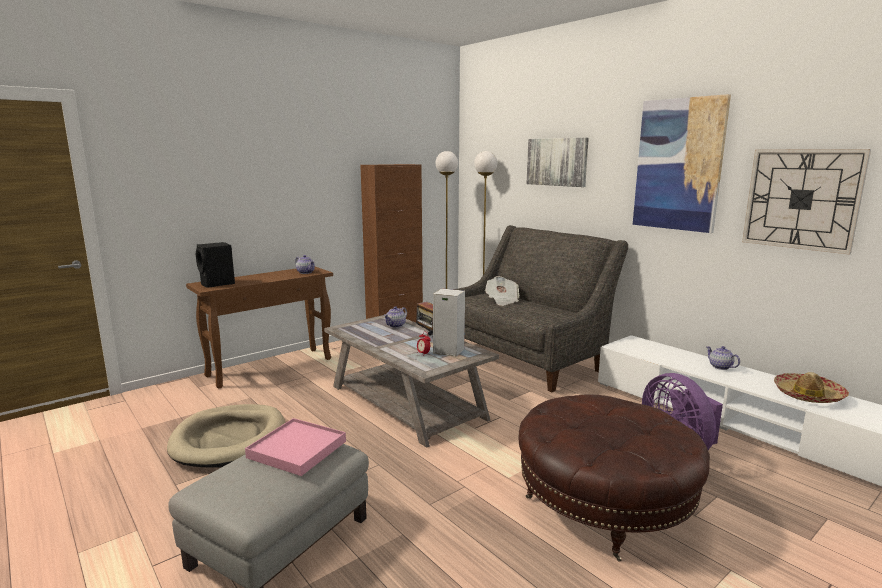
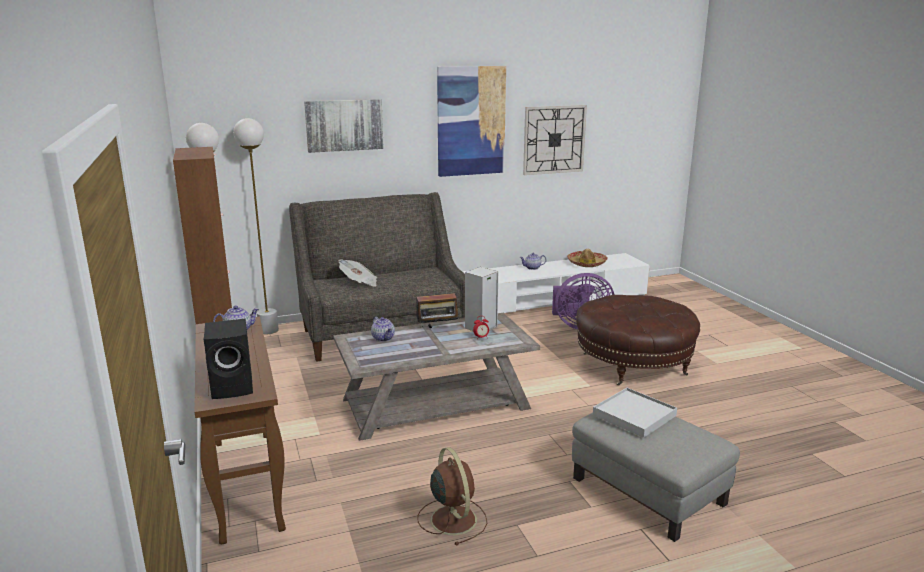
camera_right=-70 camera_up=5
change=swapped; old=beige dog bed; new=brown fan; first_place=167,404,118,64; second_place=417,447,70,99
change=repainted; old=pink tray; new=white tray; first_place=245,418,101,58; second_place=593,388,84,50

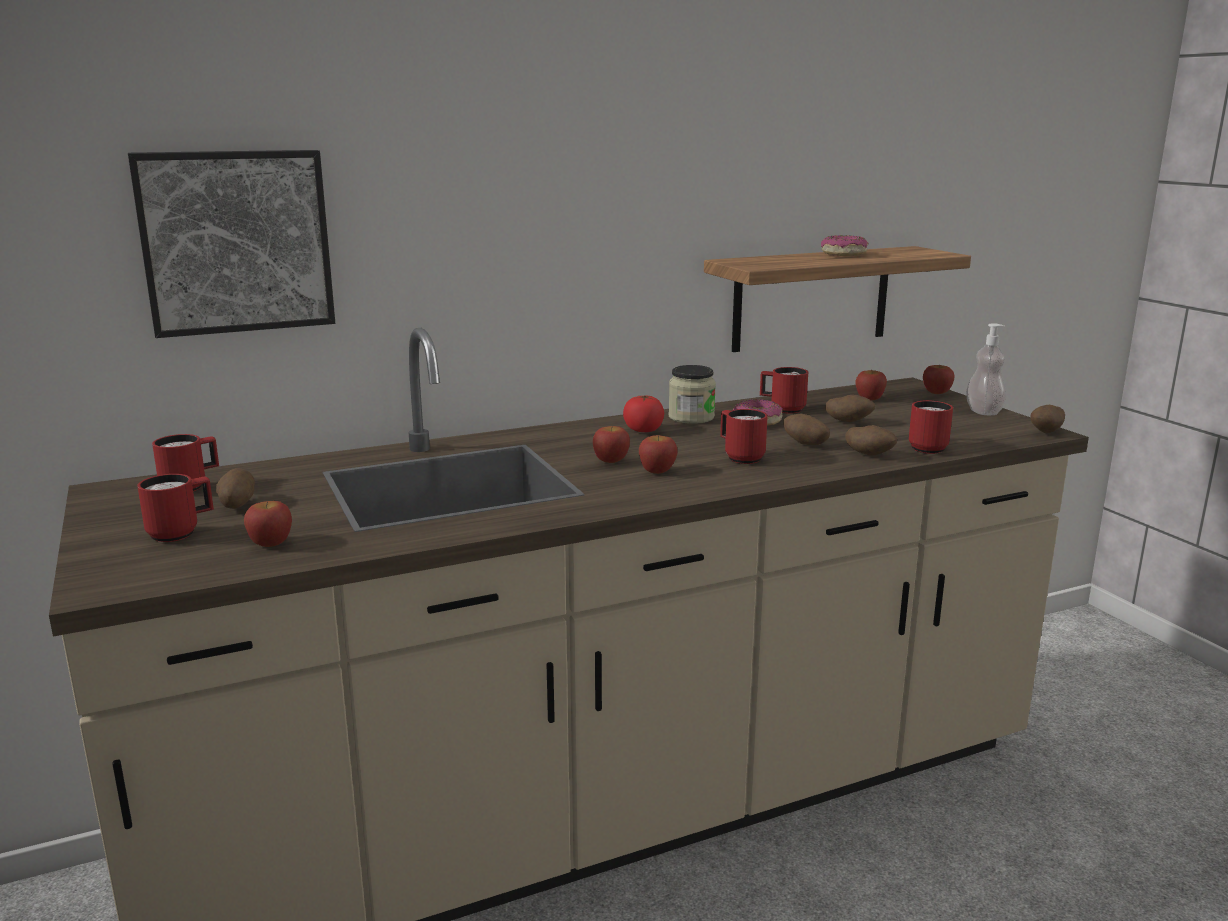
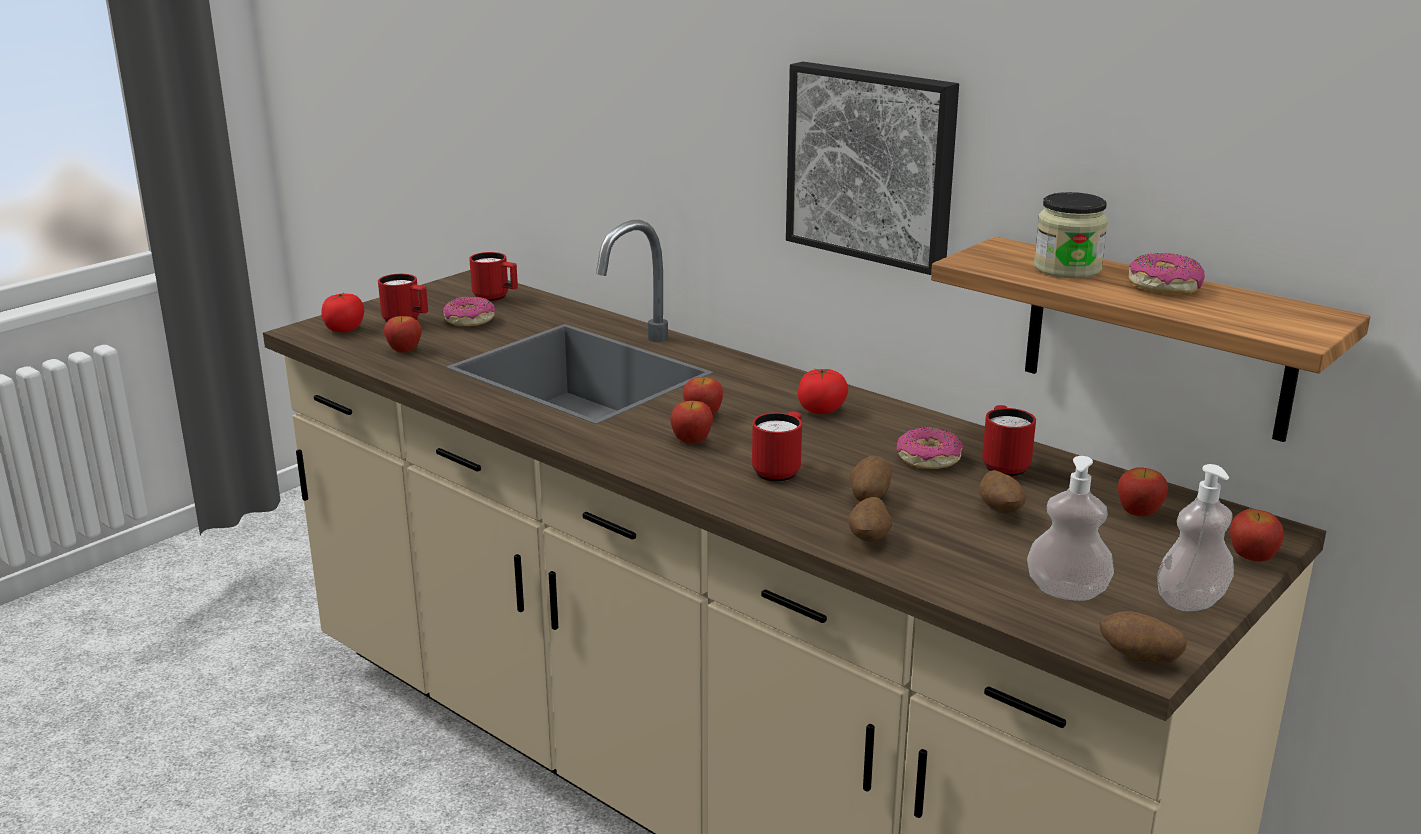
camera_right=65 camera_up=5
change=new; new=tomato; second_place=321,293,43,39
change=swapped; old=potato; new=donut; first_place=216,468,39,41; second_place=443,297,52,29
change=shifted; old=picture; first_place=128,150,207,188; second_place=786,62,173,213
change=new; new=soap dispenser; second_place=1027,456,87,145
change=shifted; old=jar; first_place=668,365,48,59; second_place=1034,192,74,86
change=gone; old=red mug; first_place=909,400,44,54

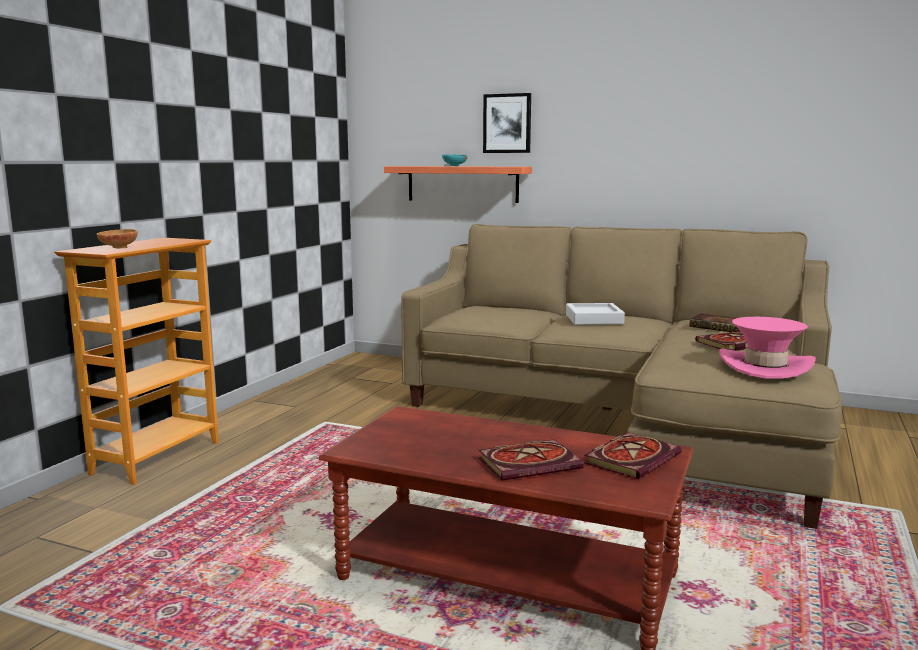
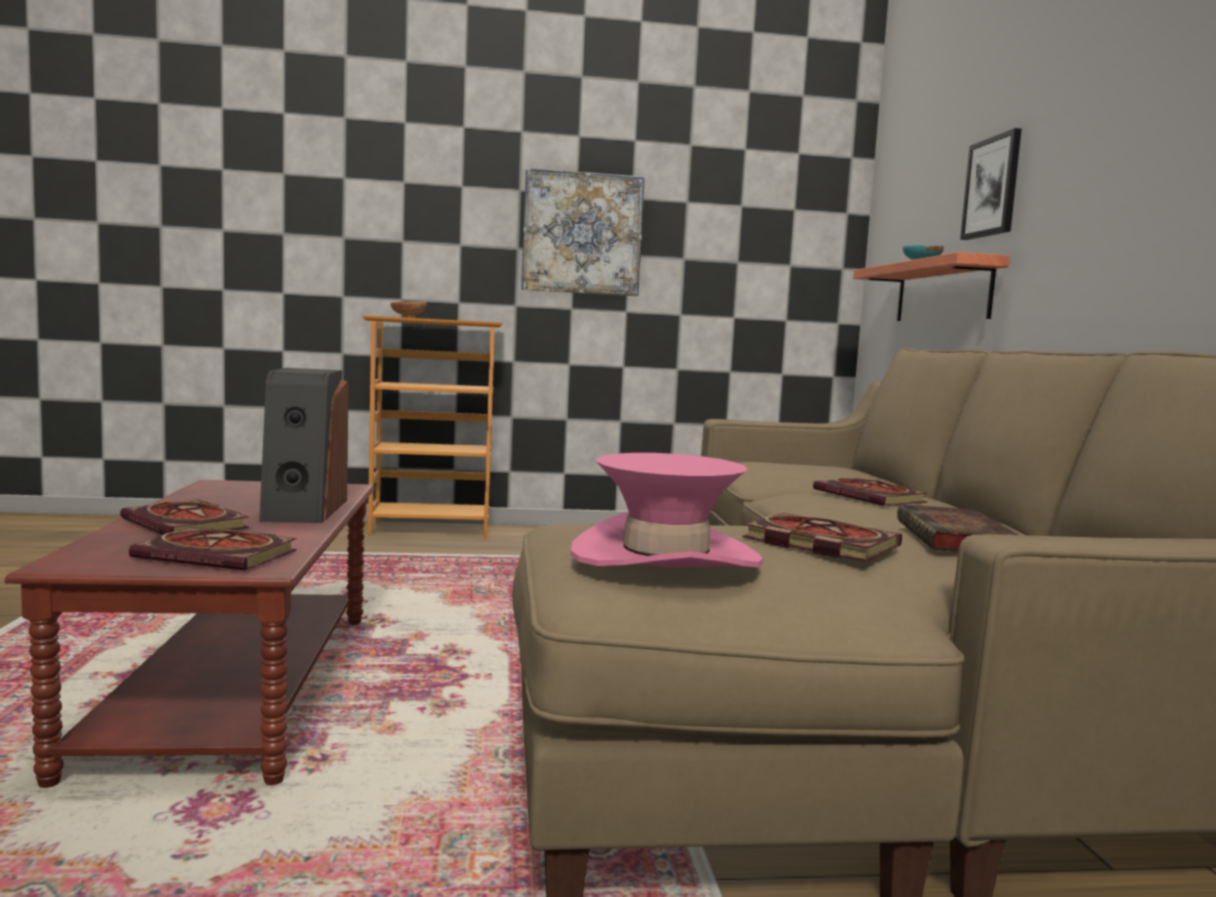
camera_right=60 camera_up=-5
change=new; new=speaker; second_place=259,368,90,155
change=new; new=picture; second_place=521,168,124,128
change=swapped; old=grey tray; new=book; first_place=566,303,59,22; second_place=813,478,115,28

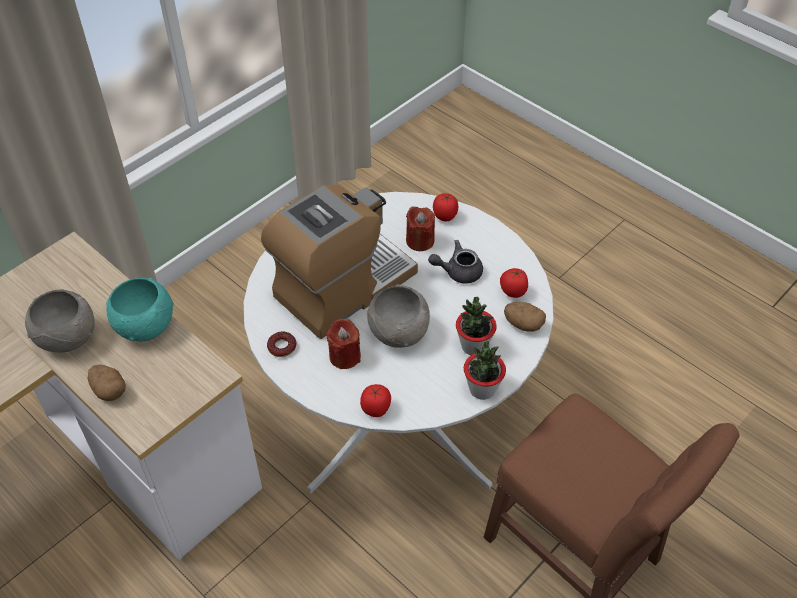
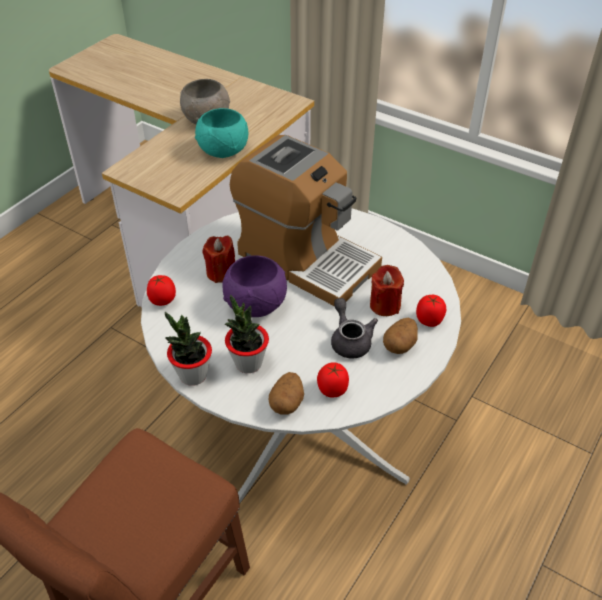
camera_right=80 camera_up=-5
change=repainted; old=grey bowl; new=purple bowl; first_place=367,284,63,64; second_place=222,255,65,62
change=shifted; old=potato; first_place=88,365,38,36; second_place=383,318,35,36
change=gone; old=donut; first_place=267,332,30,25

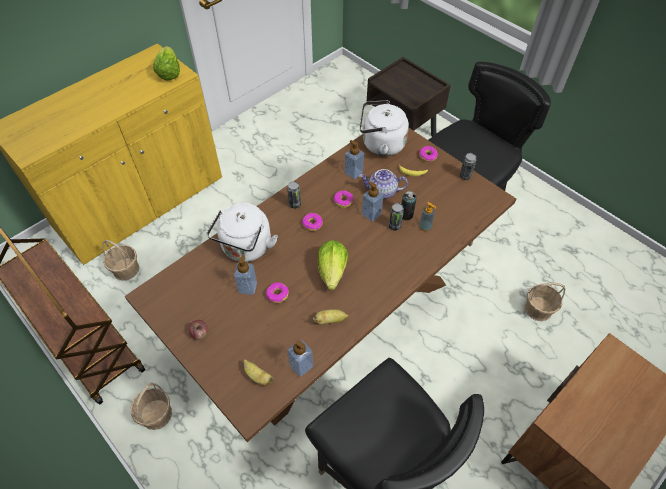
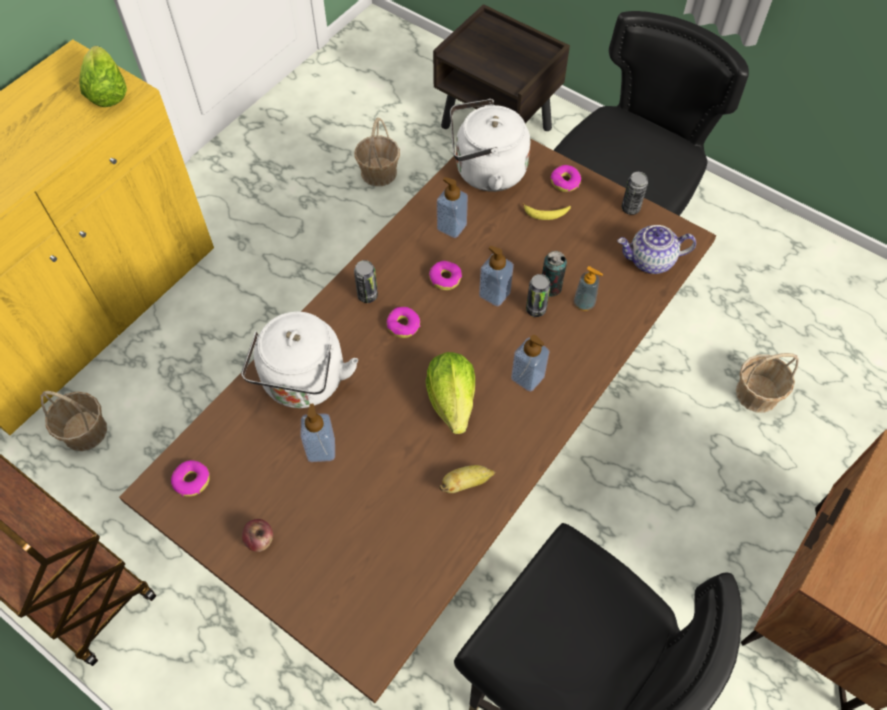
camera_right=-10 camera_up=5
change=shifted; old=donut; first_place=266,282,23,21; second_place=171,460,39,36
change=shifted; old=basket; first_place=131,382,41,48; second_place=354,117,46,69
change=shifted; old=soap dispenser; first_place=287,340,26,36; second_place=511,335,39,57
change=shifted; old=teapot; first_place=359,169,49,30; second_place=617,225,79,49
change=gone; old=banana; first_place=244,359,30,27

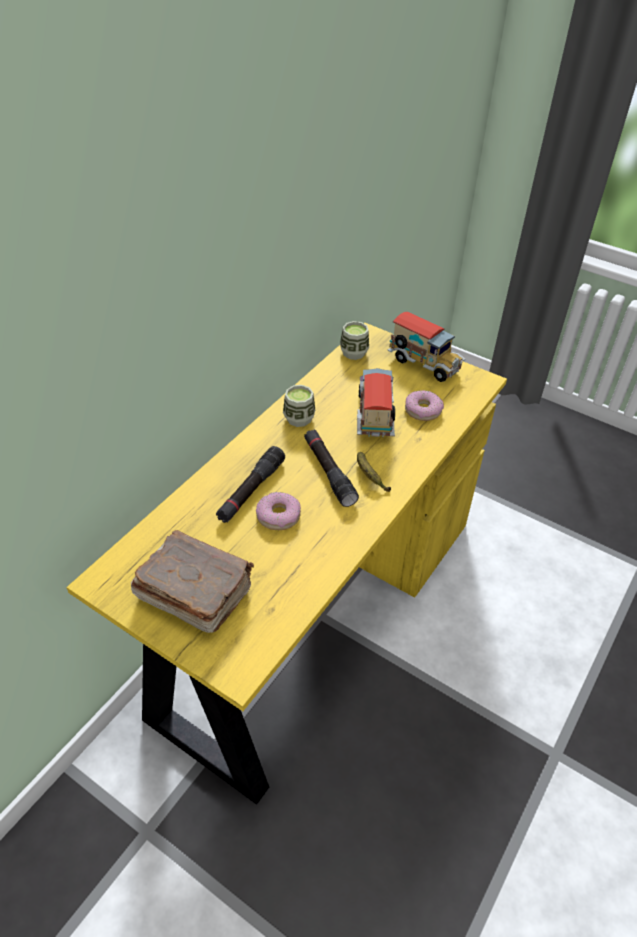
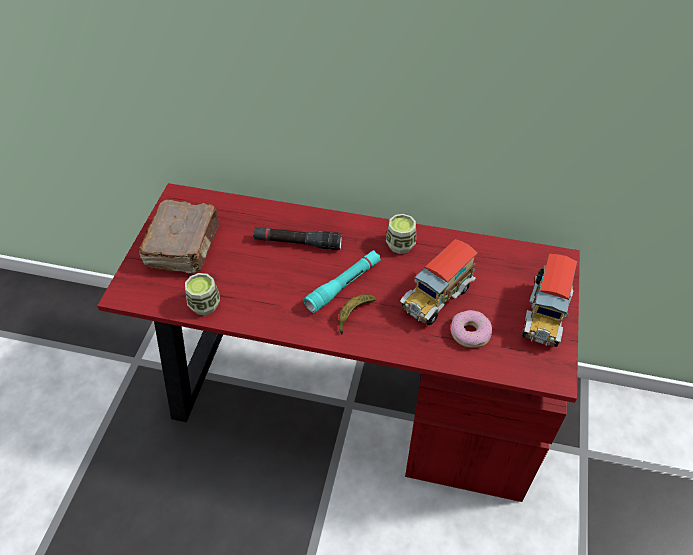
camera_right=70 camera_up=5
change=repainted; old=yellow desk; new=red desk; first_place=66,323,441,482; second_place=97,183,483,319
change=shifted; old=cup; first_place=340,321,29,39; second_place=185,273,35,42
change=repainted; old=black flashlight; new=turquoise flashlight; first_place=304,430,55,77; second_place=304,250,77,63
change=rotated; old=toy truck; first_place=357,368,38,69; second_place=400,239,78,86; degrees=150
change=gone; old=donut; first_place=256,492,45,38

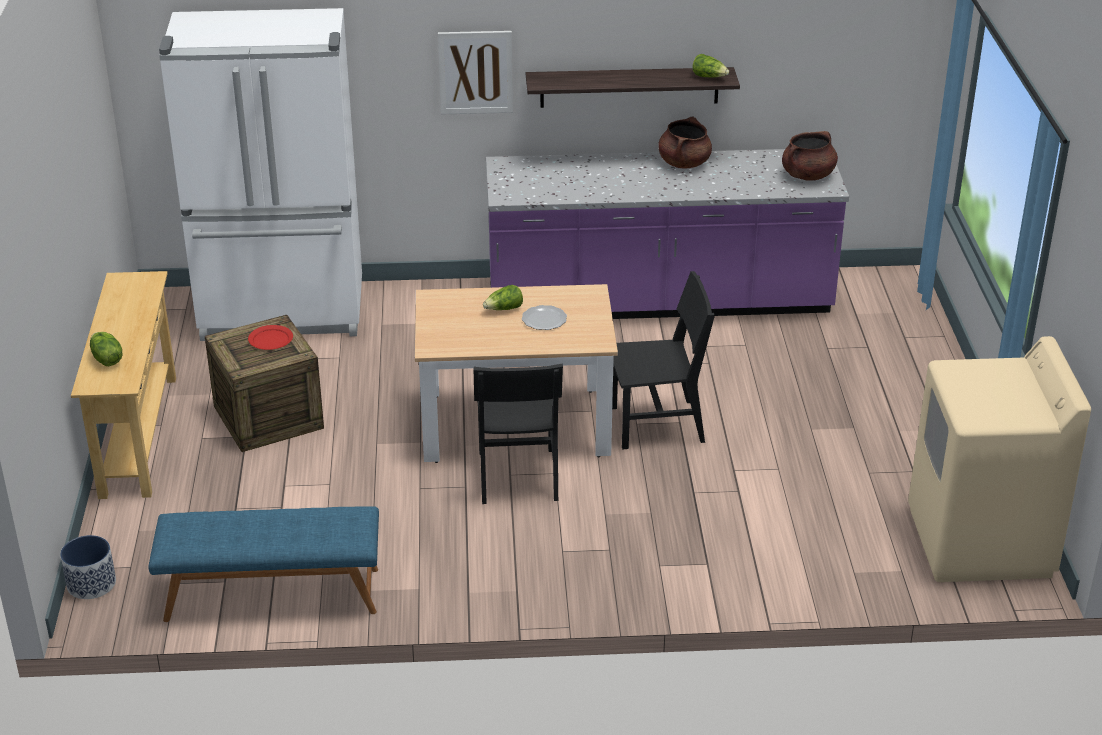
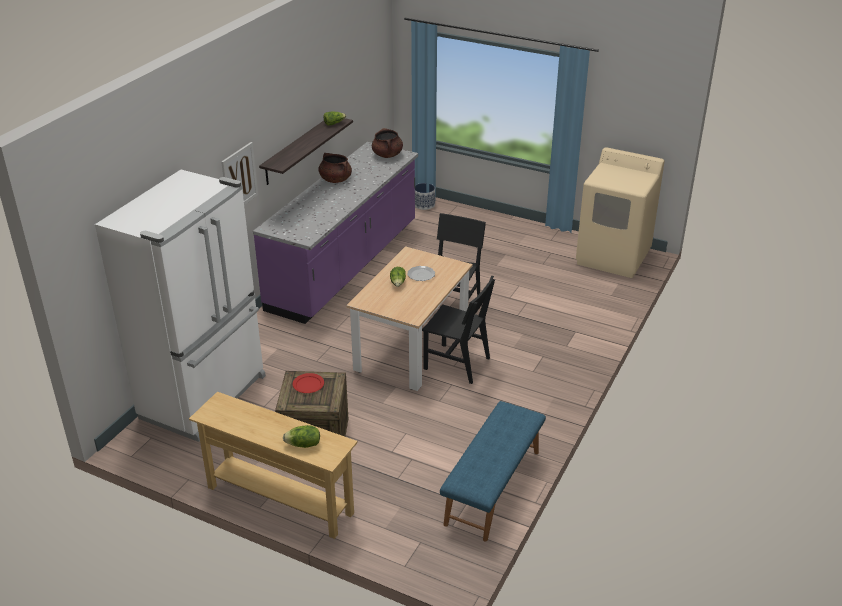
camera_right=-60 camera_up=0
change=shifted; old=planter; first_place=60,535,56,64; second_place=415,183,20,27

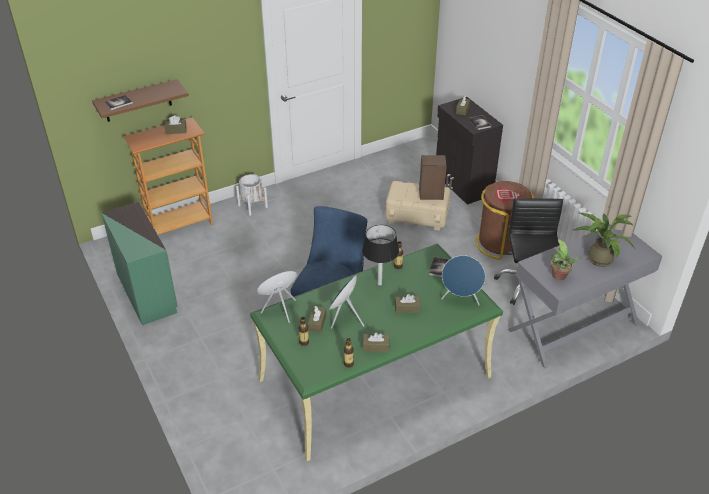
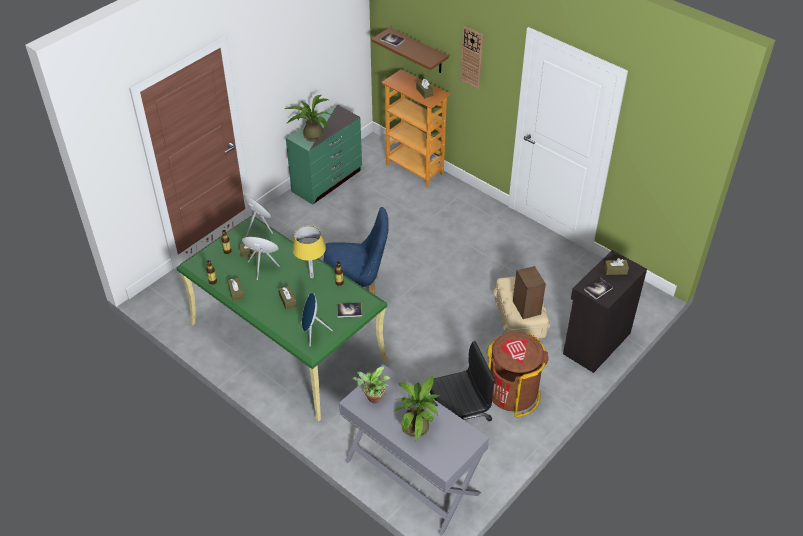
camera_right=70 camera_up=5
change=new; new=potted plant; second_place=285,95,50,47
change=repainted; old=black table lamp; new=yellow table lamp; first_place=362,225,37,61; second_place=293,226,33,52
change=new; new=wall clock; second_place=460,26,23,63
change=gone; old=white planter; first_place=236,174,32,42

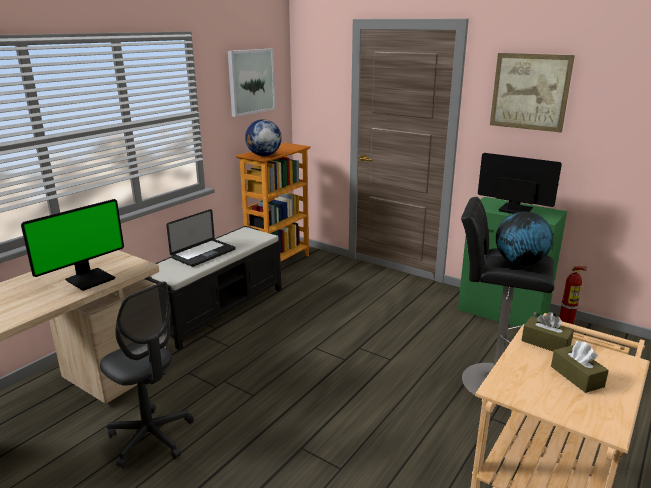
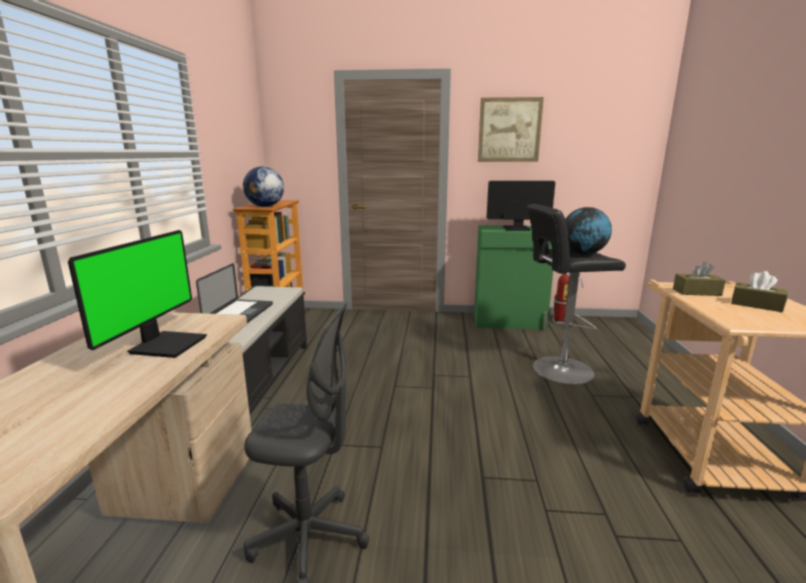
camera_right=-30 camera_up=-5
change=gone; old=picture; first_place=228,49,47,68

